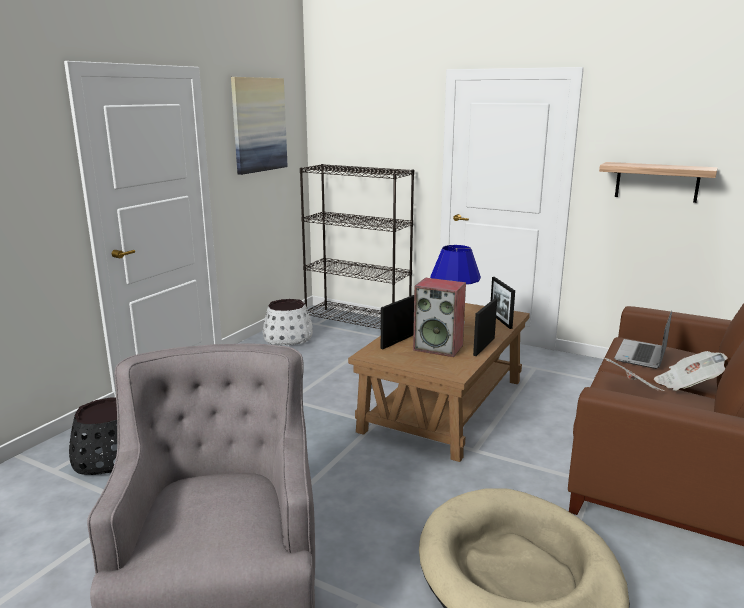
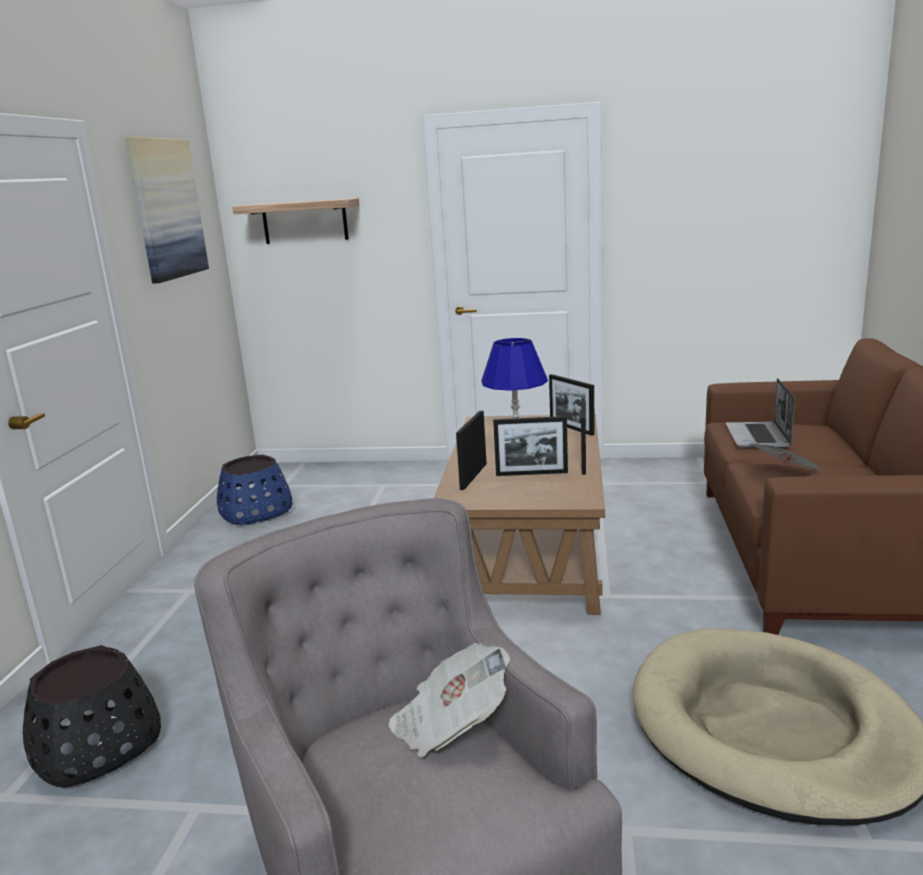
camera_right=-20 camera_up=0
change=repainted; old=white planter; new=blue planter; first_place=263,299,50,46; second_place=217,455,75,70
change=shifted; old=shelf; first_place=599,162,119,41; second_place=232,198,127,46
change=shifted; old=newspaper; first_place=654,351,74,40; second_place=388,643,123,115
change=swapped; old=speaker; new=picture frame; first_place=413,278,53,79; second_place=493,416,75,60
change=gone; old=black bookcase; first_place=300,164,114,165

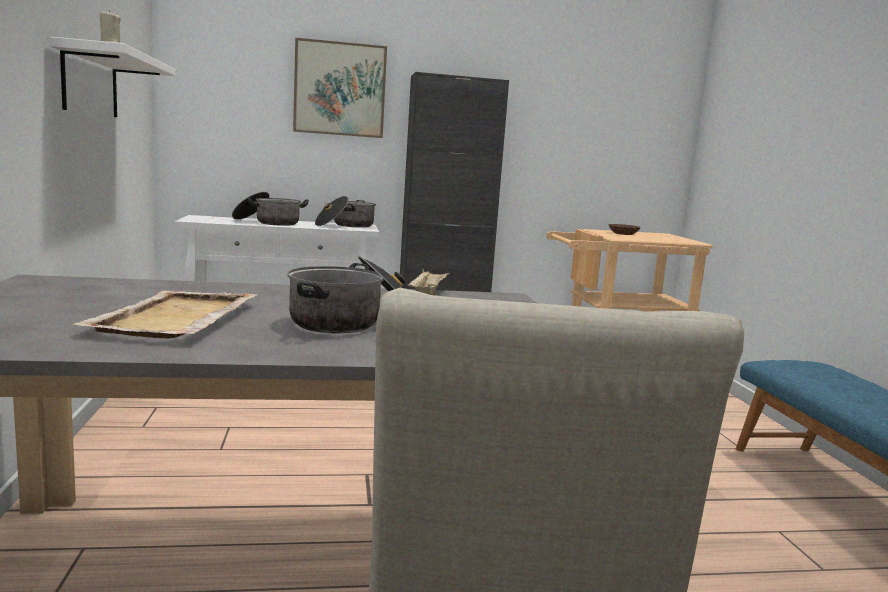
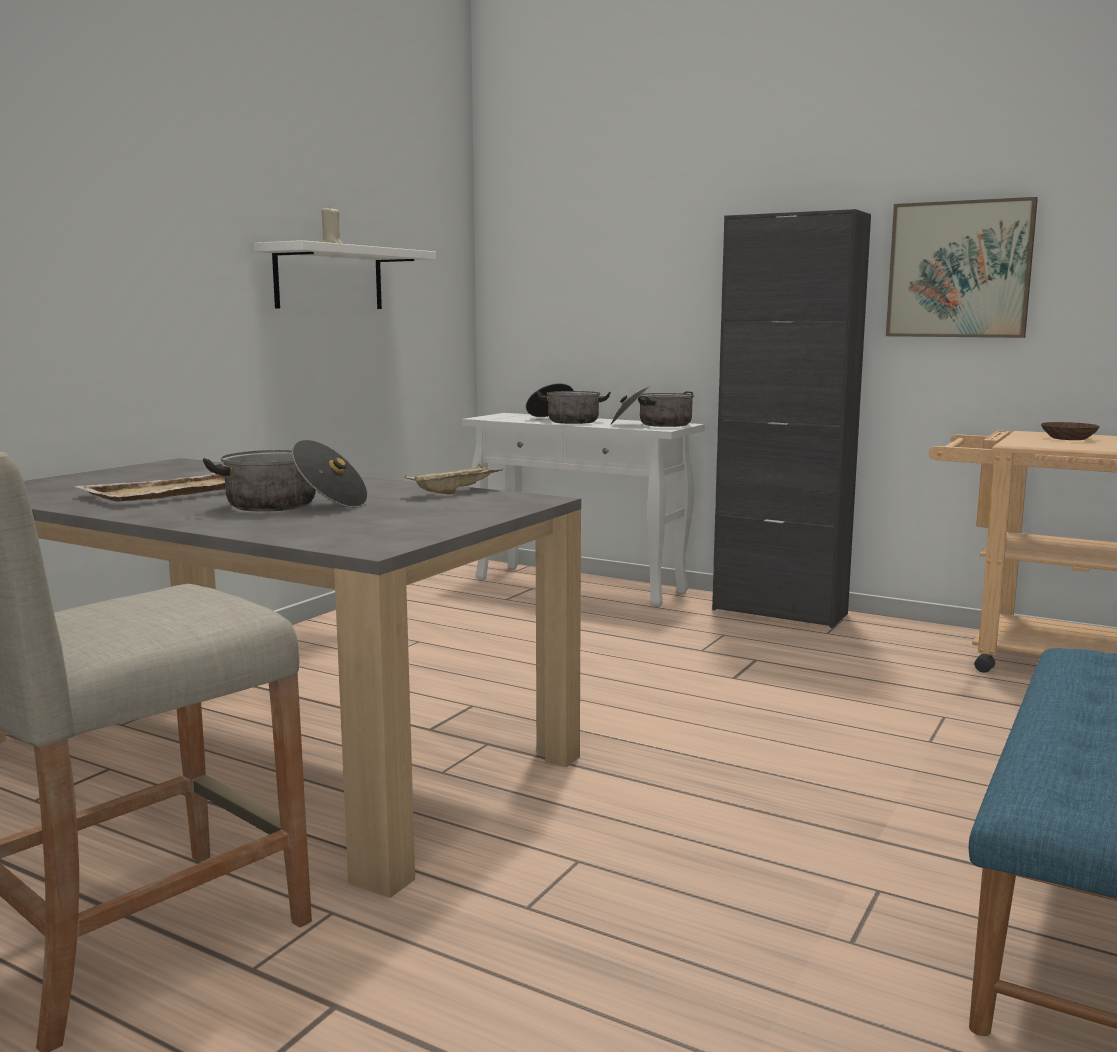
camera_right=40 camera_up=0
change=shifted; old=picture; first_place=293,38,94,100; second_place=886,197,152,141

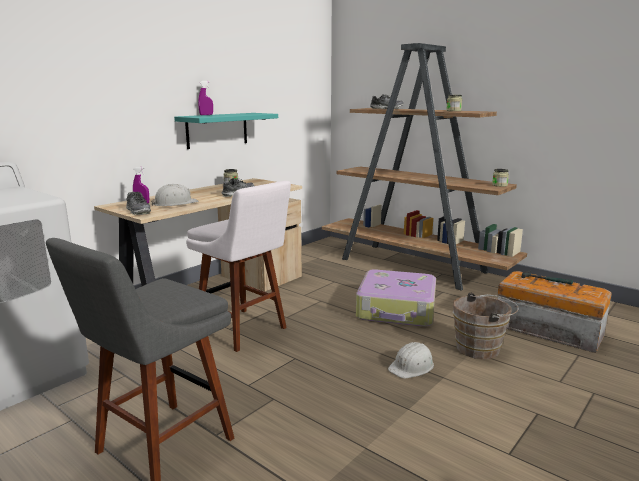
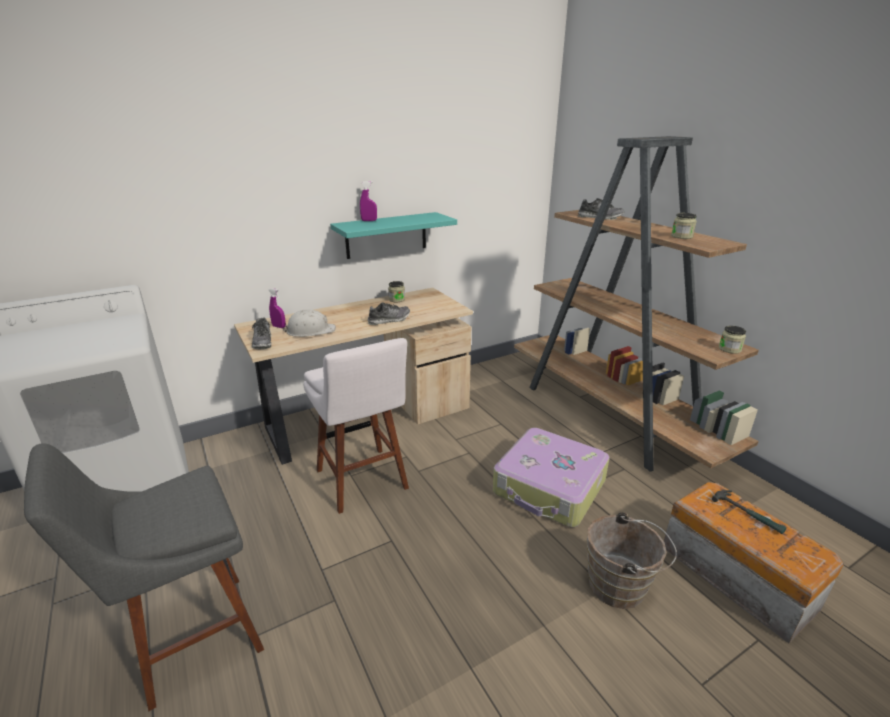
camera_right=20 camera_up=10
change=gone; old=white hard hat; first_place=388,342,46,37

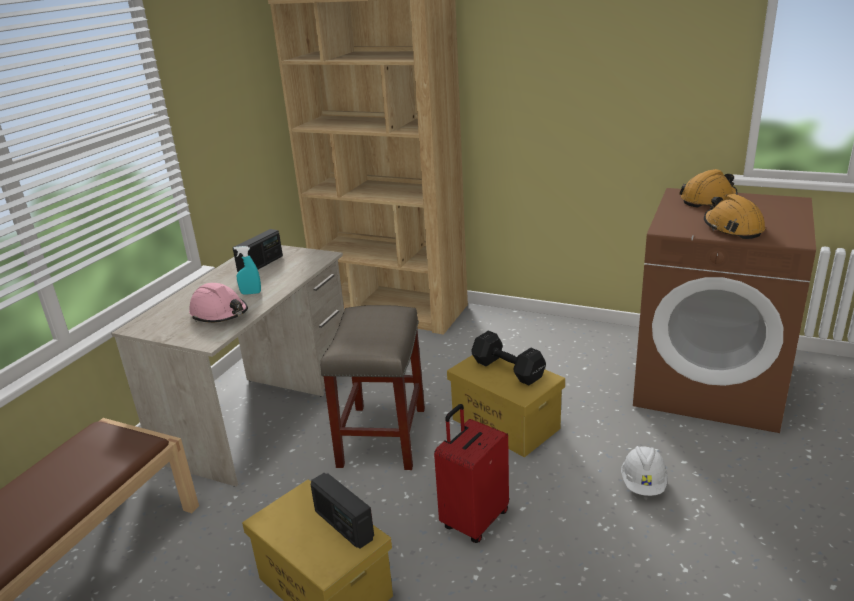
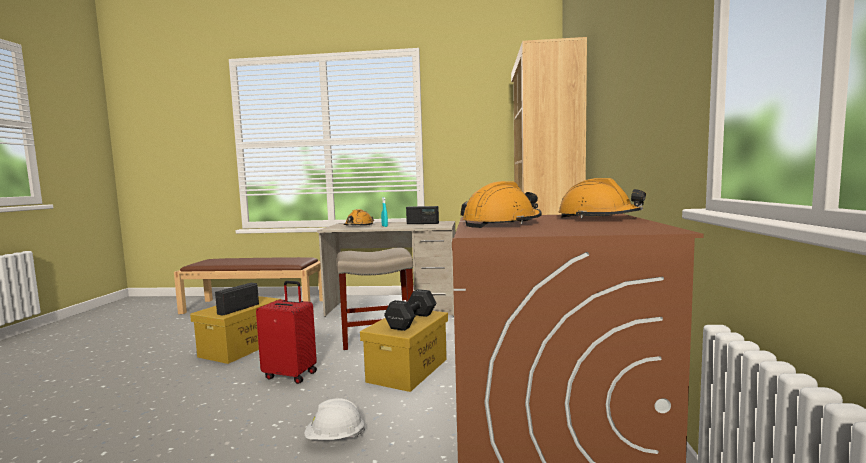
camera_right=70 camera_up=-20
change=repainted; old=pink hard hat; new=orange hard hat; first_place=189,283,59,40; second_place=343,209,31,17

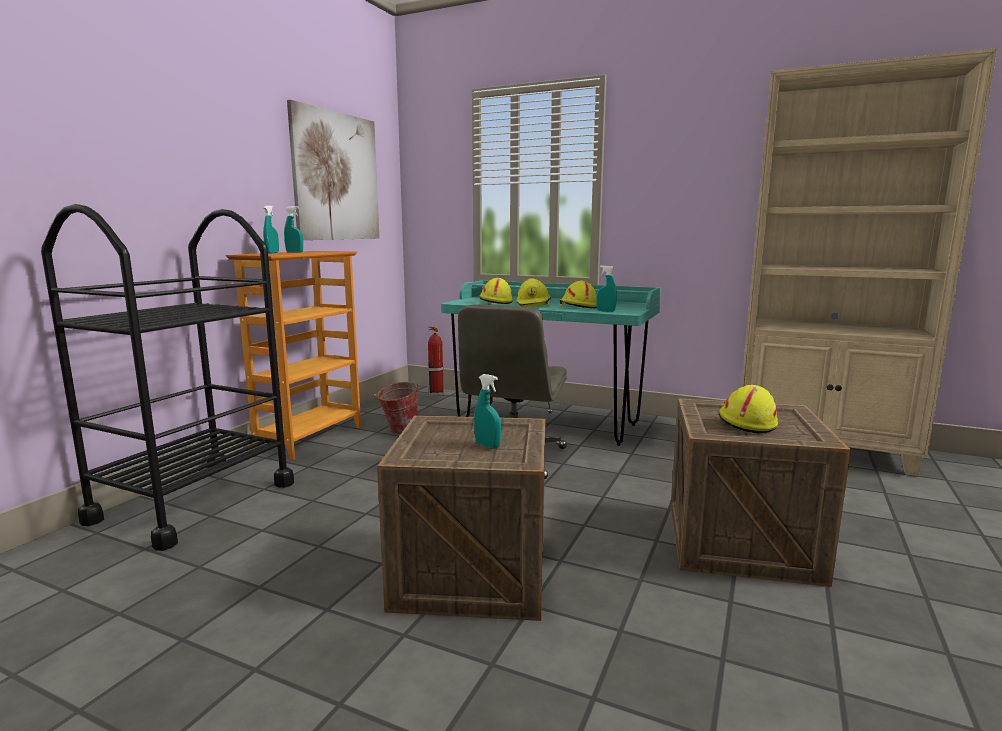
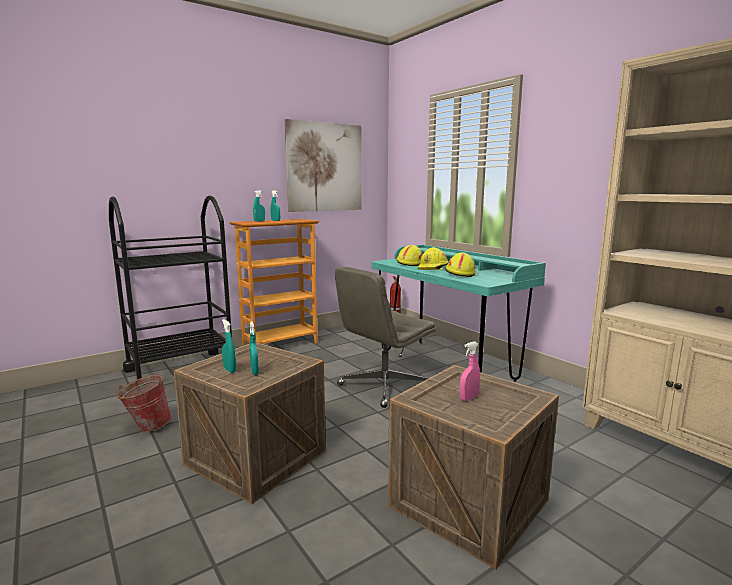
camera_right=30 camera_up=0
change=shifted; old=bucket; first_place=375,382,43,52; second_place=117,375,54,57
change=shifted; old=turquoise spray bottle; first_place=596,265,21,47; second_place=222,319,14,54
change=swapped; old=yellow hard hat; new=pink spray bottle; first_place=719,385,59,49; second_place=460,341,20,60

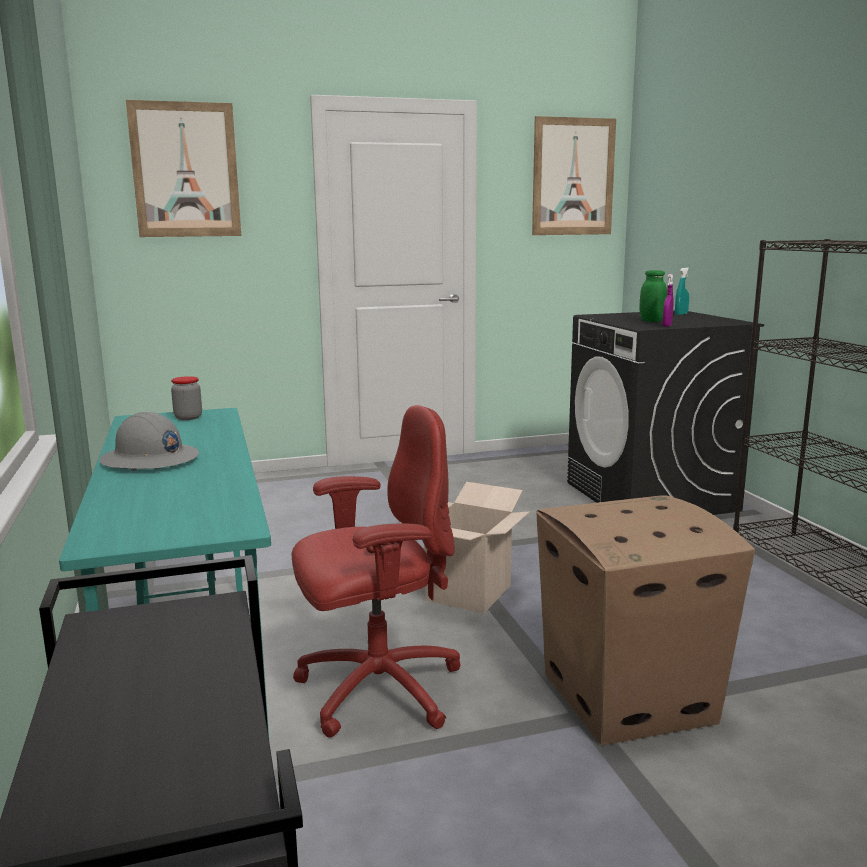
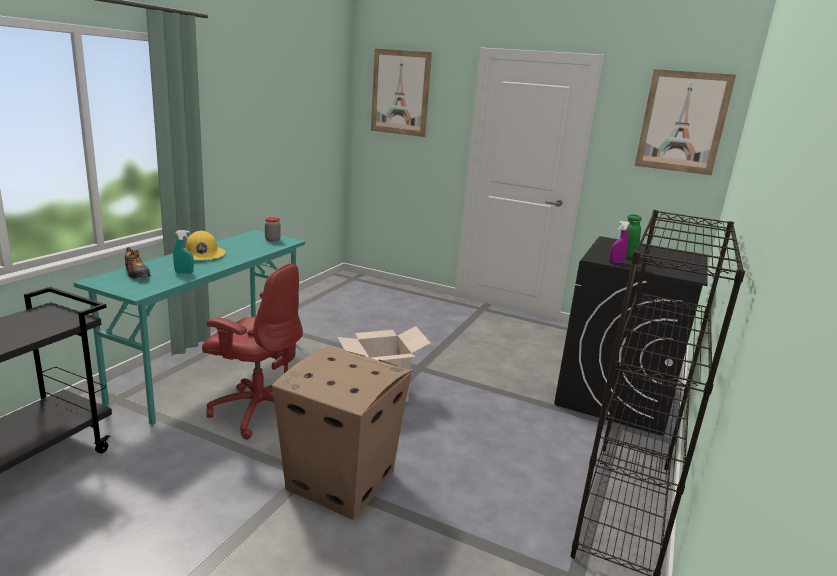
camera_right=40 camera_up=5
change=new; new=shoe; second_place=125,247,26,32
change=shifted; old=turquoise spray bottle; first_place=675,267,14,48; second_place=173,230,21,44
change=repainted; old=grey hard hat; new=yellow hard hat; first_place=99,412,100,59; second_place=184,231,42,29

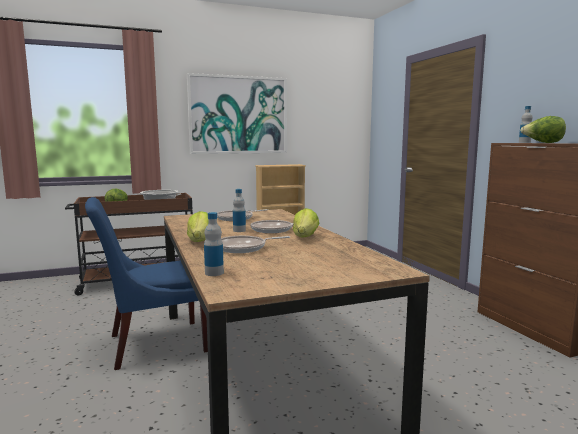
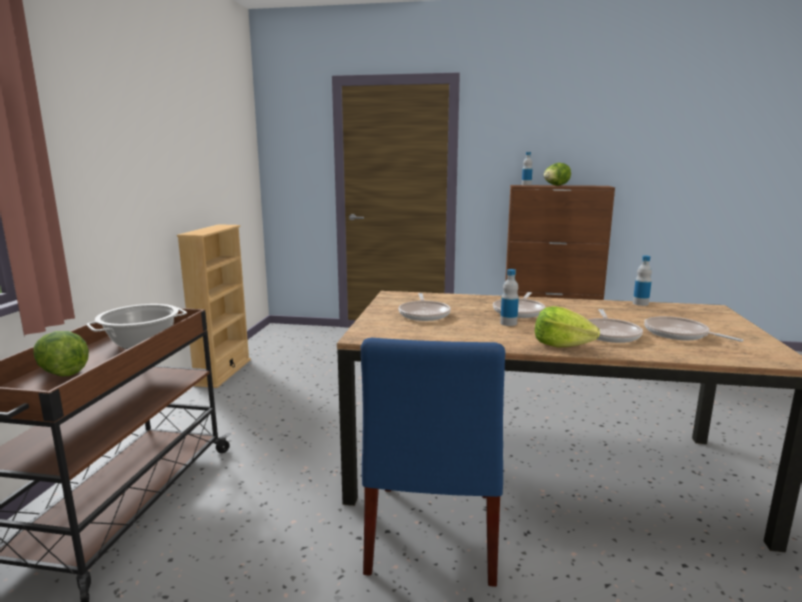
camera_right=-60 camera_up=5
change=shifted; old=bottle; first_place=204,212,20,64; second_place=633,255,19,51
change=new; new=frying pan; second_place=644,316,100,26
change=gone; old=picture; first_place=187,73,100,81
change=gone; old=lettuce; first_place=293,208,26,29

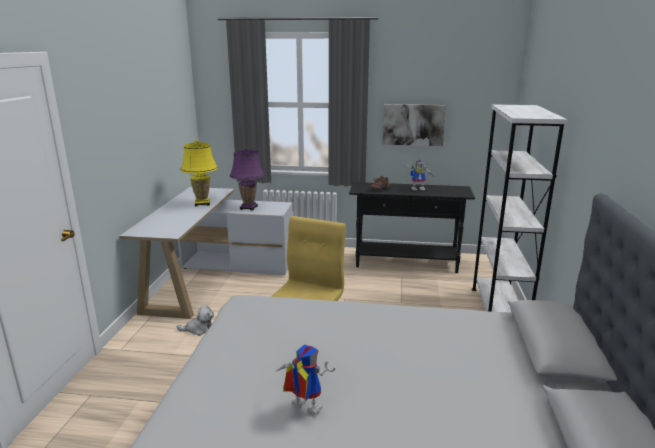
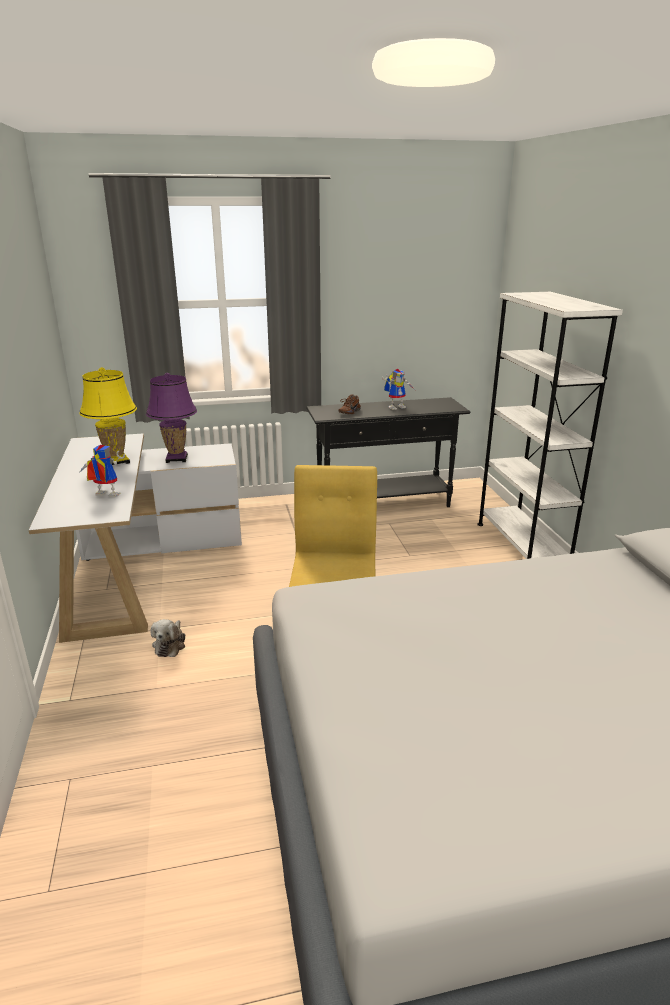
camera_right=-20 camera_up=5
change=shifted; old=toy robot; first_place=275,344,60,71; second_place=79,445,46,53
change=rotated; old=plush toy; first_place=177,306,37,30; second_place=150,619,35,38; degrees=120
change=gone; old=picture; first_place=383,104,63,42

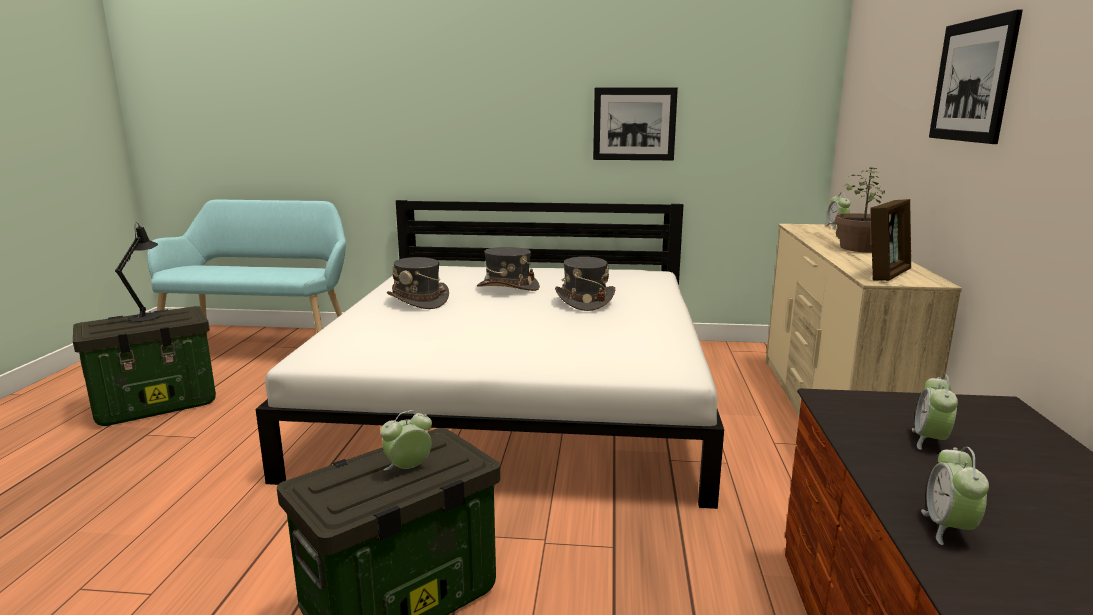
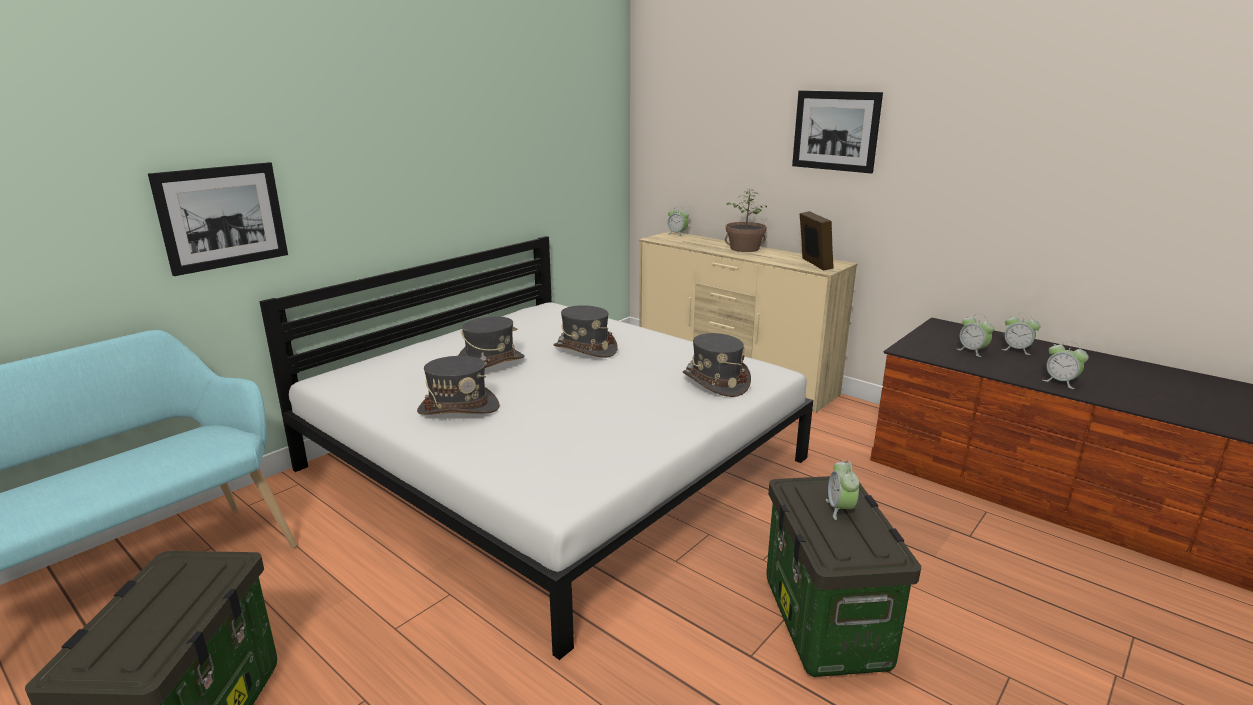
camera_right=-55 camera_up=5
change=shifted; old=picture; first_place=593,87,85,73; second_place=148,162,140,114
change=new; new=grey hat; second_place=683,333,68,64
change=new; new=alarm clock; second_place=1001,313,40,42
change=gone; old=black table lamp; first_place=115,222,46,100

